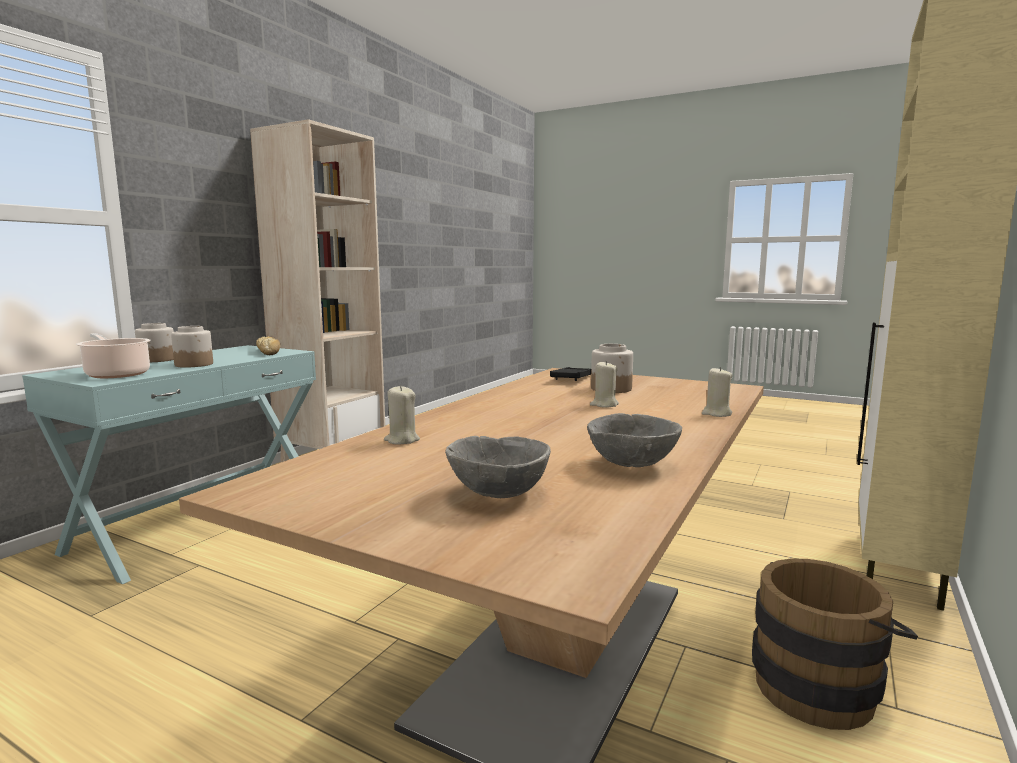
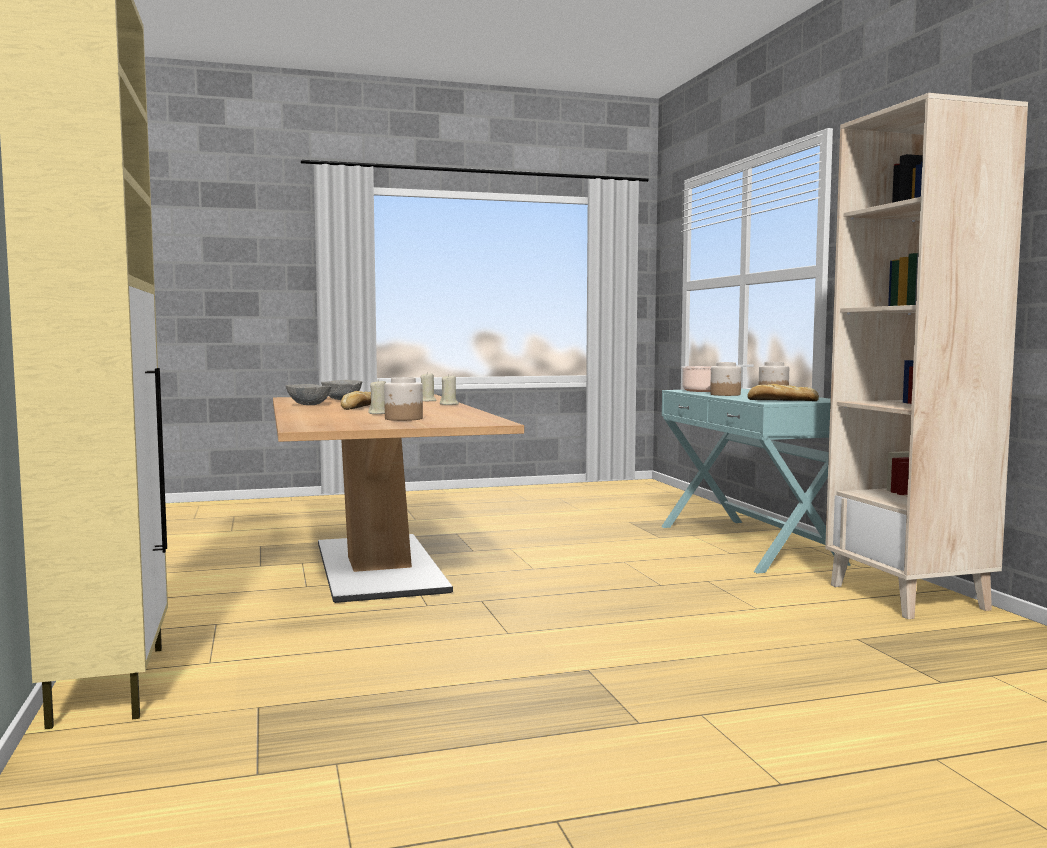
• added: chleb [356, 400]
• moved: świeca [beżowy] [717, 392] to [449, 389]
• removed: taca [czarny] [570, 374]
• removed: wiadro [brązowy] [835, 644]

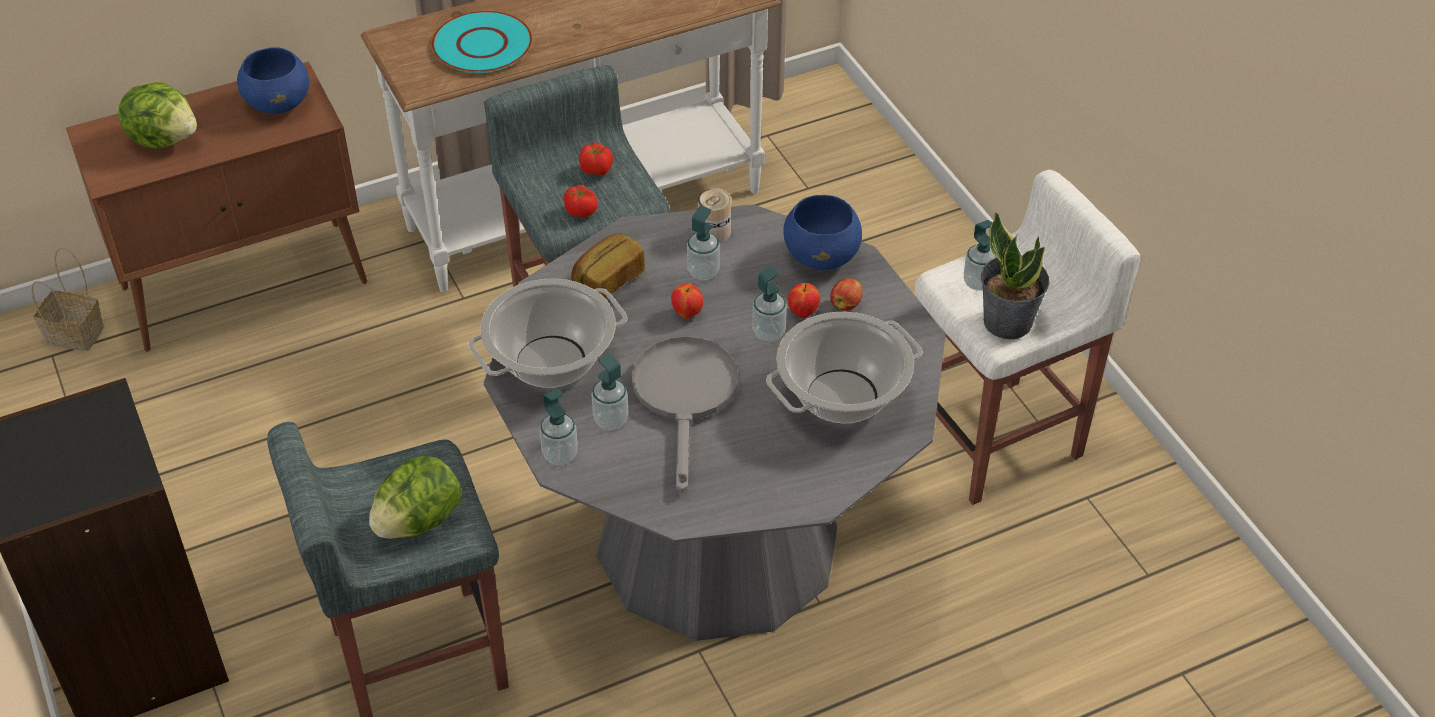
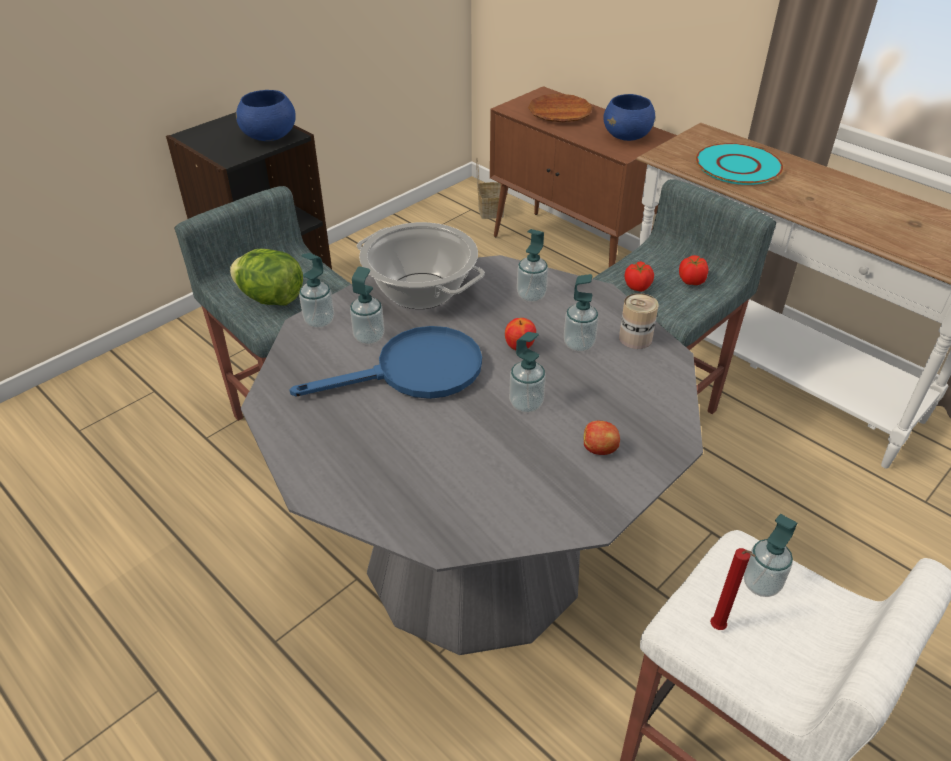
• moved: miska [niebieski] [822, 232] to [266, 115]
• recoloured: patelnia [szary] [685, 414] to patelnia [niebieski] [386, 362]
• replaced: chleb [608, 266] to dozownik mydła [532, 265]
• replaced: sałata [157, 115] to talerz [brązowy] [560, 108]
• replaced: roślina doniczkowa [1015, 275] to świeca [czerwony] [733, 589]
• removed: garnek [844, 367]
• removed: jabłko [803, 300]

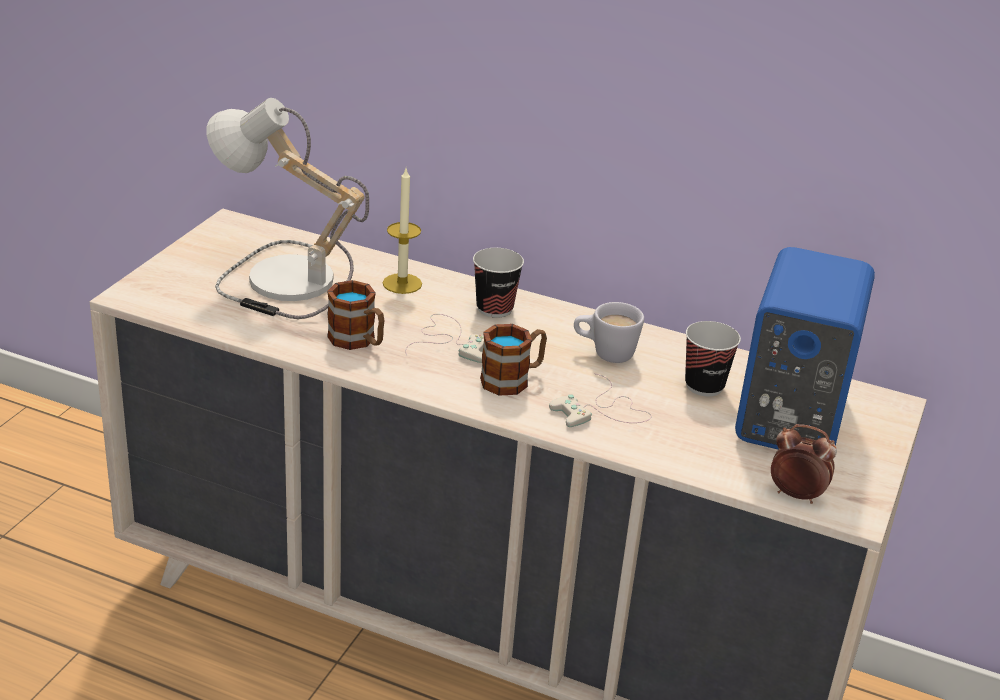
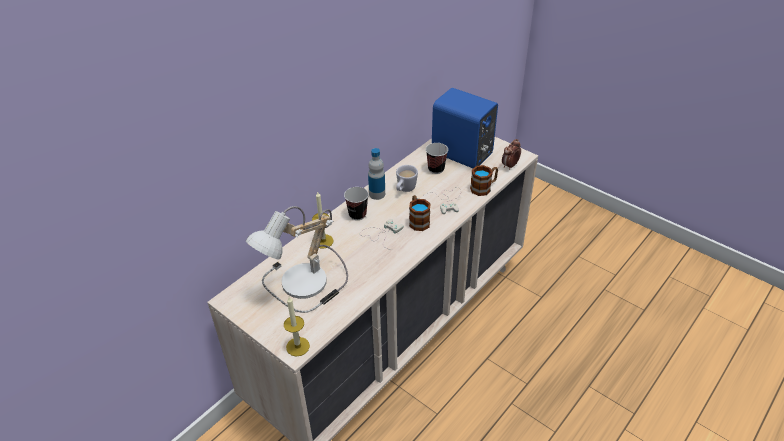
• added: świeca [297, 326]
• added: butelka [376, 174]
• moved: kubek [356, 315] to [484, 180]

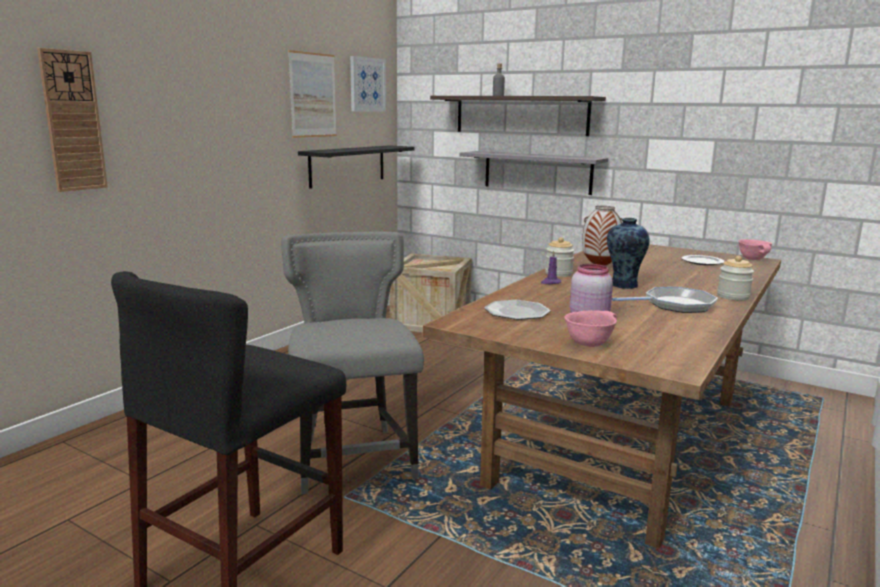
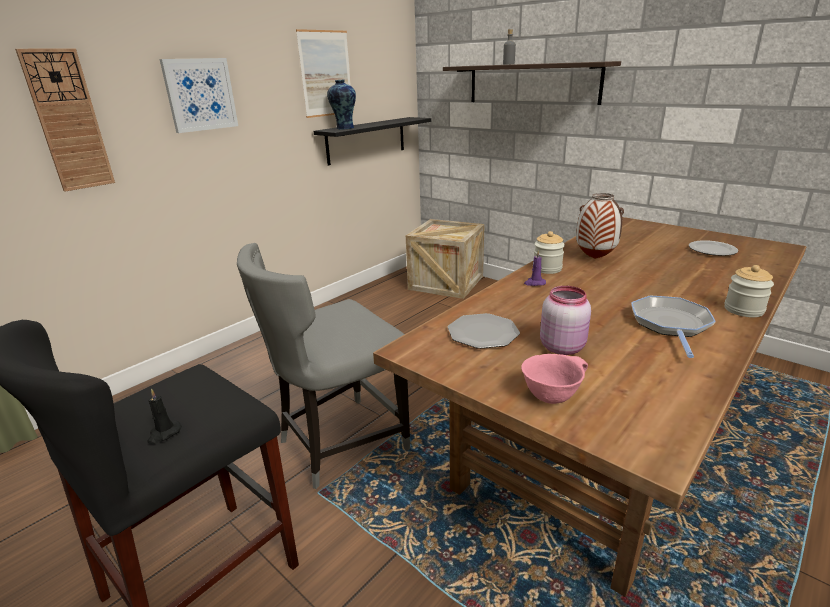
• added: świeca [czarny] [164, 416]
• moved: obraz [368, 84] to [199, 95]
• turned: krzesło [szary] [352, 363] = [323, 366] 120 degrees counterclockwise
• moved: wazon [628, 253] to [341, 104]
• turned: patelnia [665, 300] = [673, 326] 75 degrees counterclockwise
• removed: półka [szary] [533, 173]
• removed: miska [różowy] [755, 249]

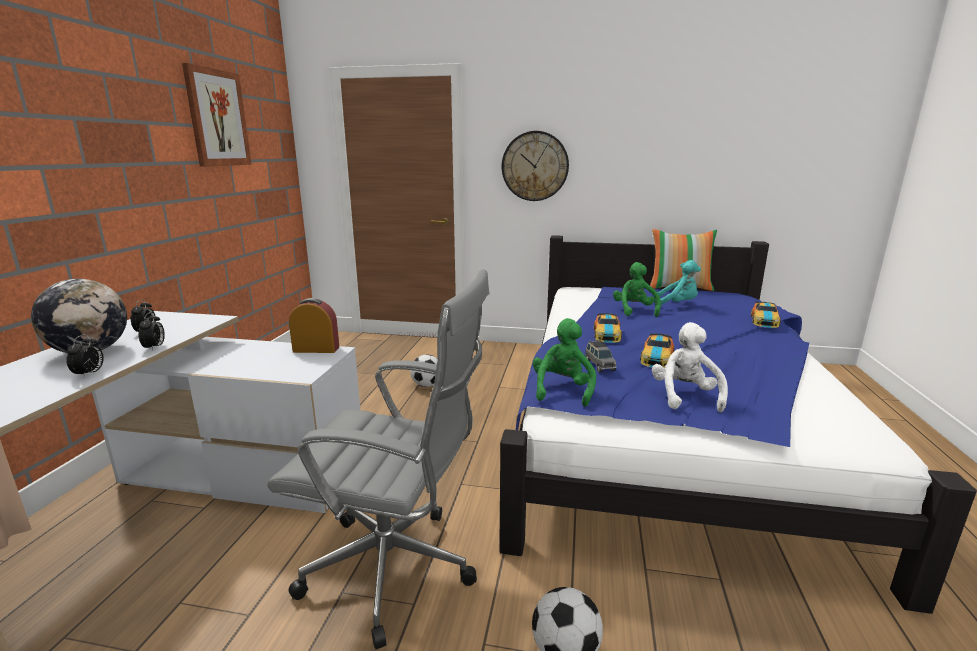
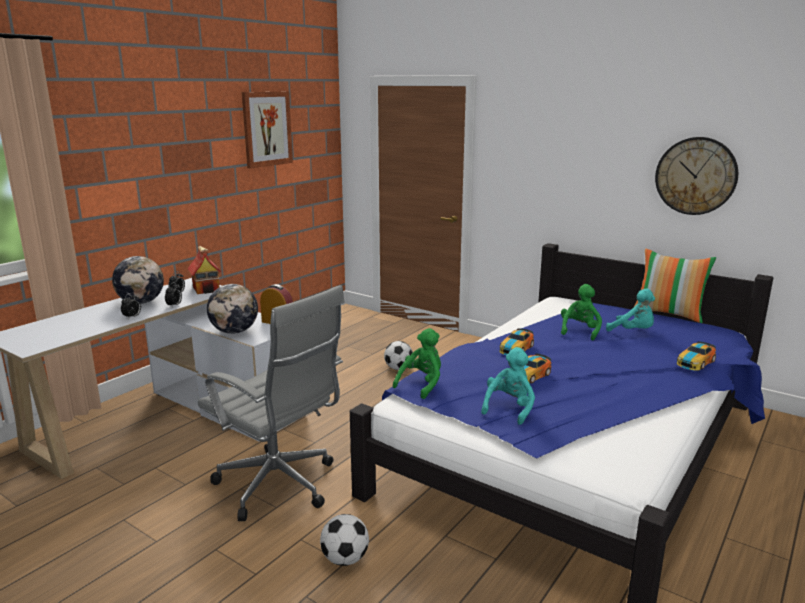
• added: domek [204, 269]
• added: globus [232, 309]
• recoloured: pluszak [biały] [690, 367] to pluszak [turkusowy] [508, 386]
• moved: zegar ścienny [535, 166] to [696, 176]
• removed: samochodzik [szary] [600, 356]

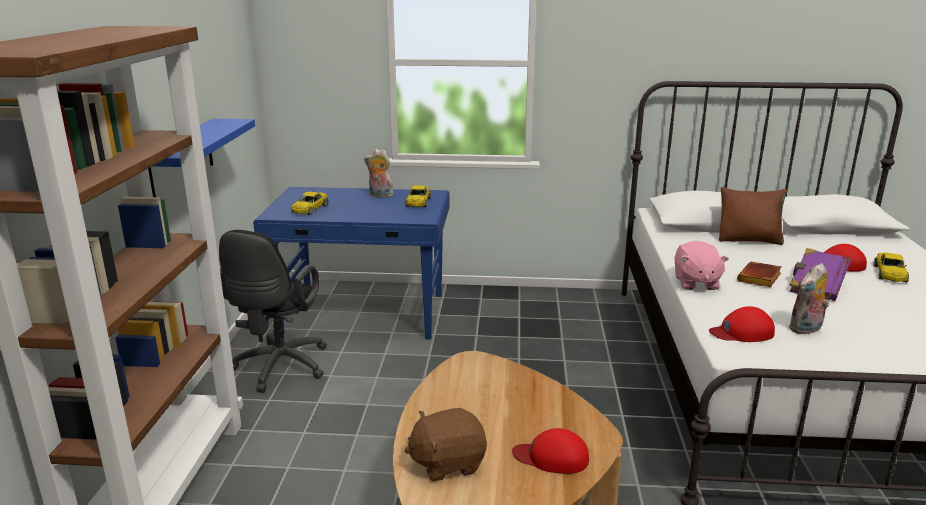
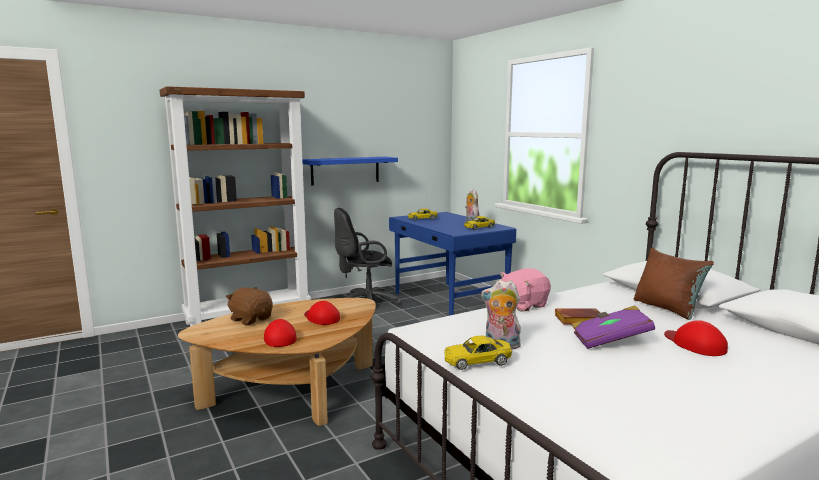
• moved: czapka z daszkiem [czerwony] [742, 324] to [322, 313]
• moved: samochodzik [żółty] [891, 268] to [478, 353]

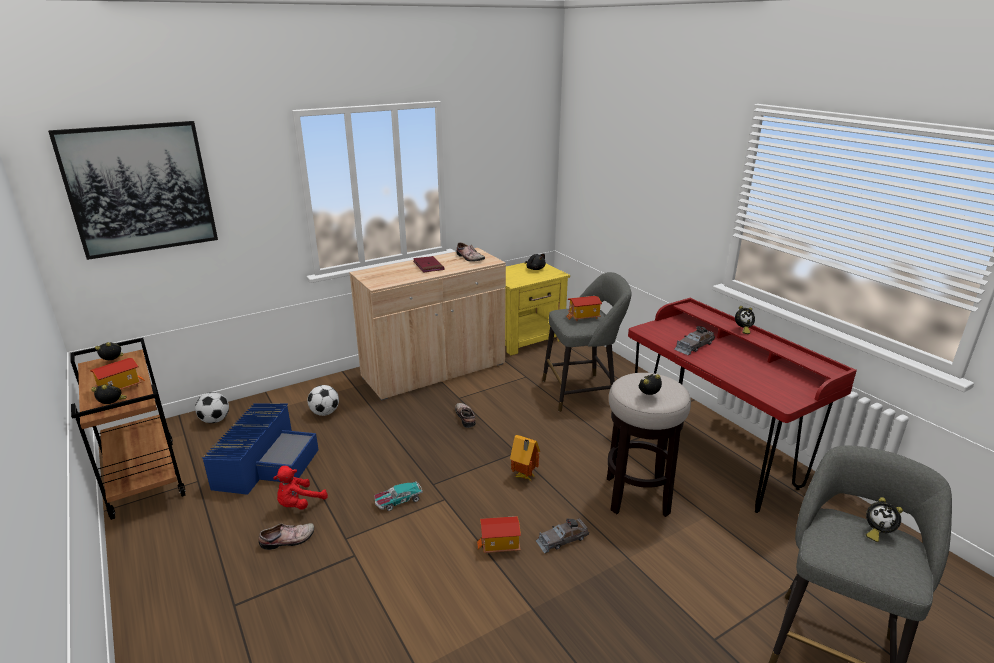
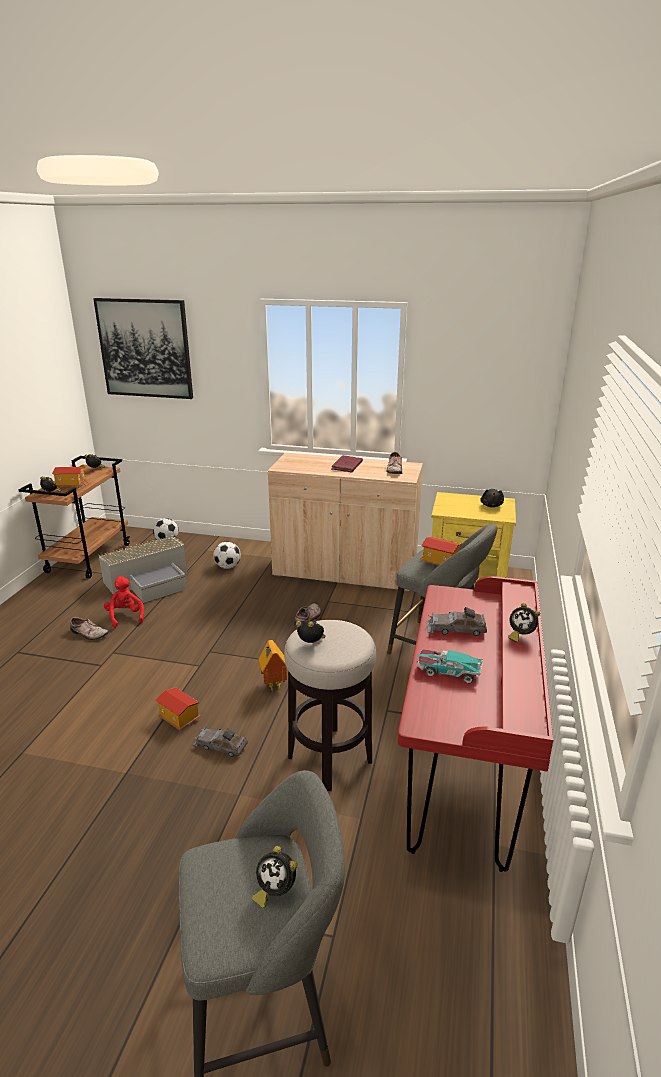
• recoloured: pojemnik do przechowywania [niebieski] [260, 449] to pojemnik do przechowywania [szary] [142, 569]
• turned: pluszak [czerwony] [300, 488] = [124, 602] 75 degrees clockwise
• turned: budzik [884, 519] = [275, 877] 45 degrees counterclockwise
• moved: samochodzik [398, 496] to [450, 666]

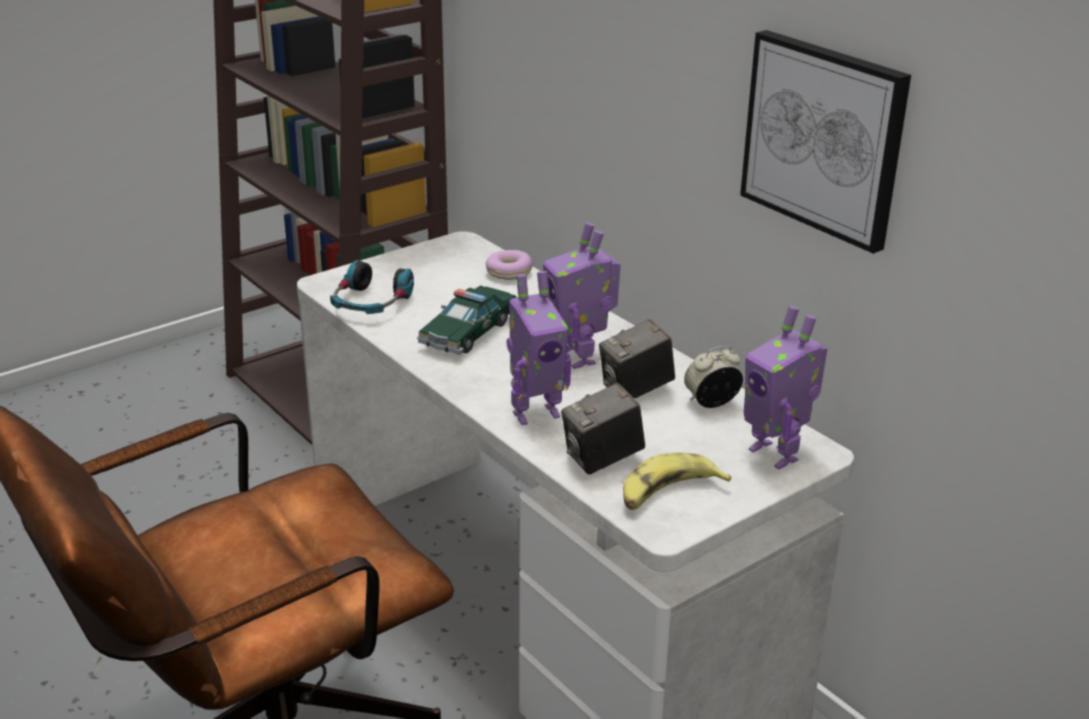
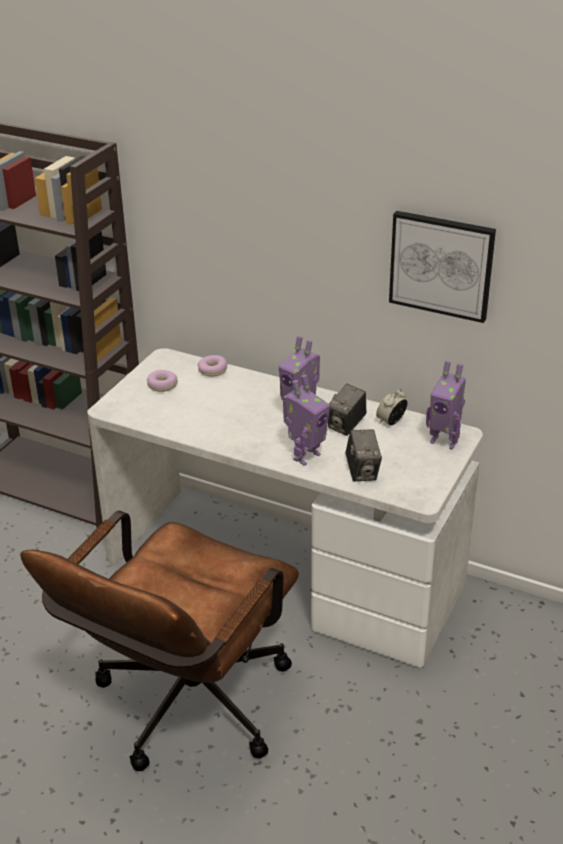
• added: donut [162, 381]
• turned: aparat fotograficzny [603, 429] = [363, 455] 45 degrees counterclockwise
• removed: słuchawki [372, 287]
• removed: samochodzik [467, 320]
• removed: banan [677, 481]

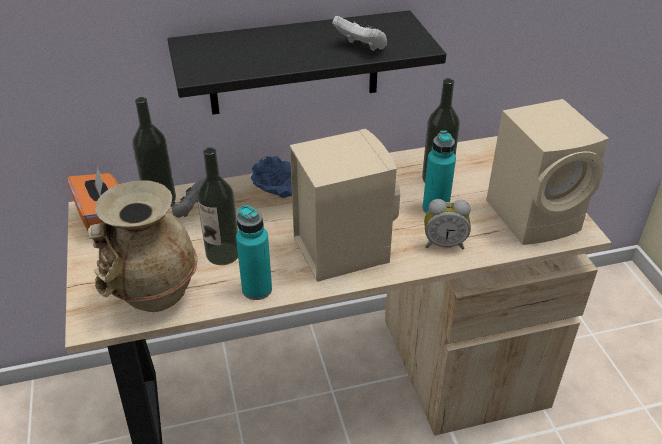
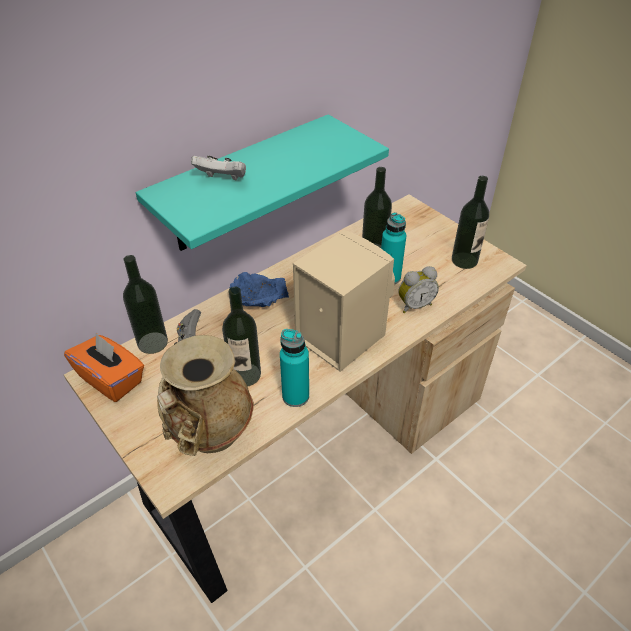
• recoloured: półka [czarny] [306, 62] to półka [turkusowy] [262, 182]
• moved: pad do gier [biały] [359, 33] to [218, 168]
• replaced: głośnik [beżowy] [547, 172] to butelka [470, 222]

